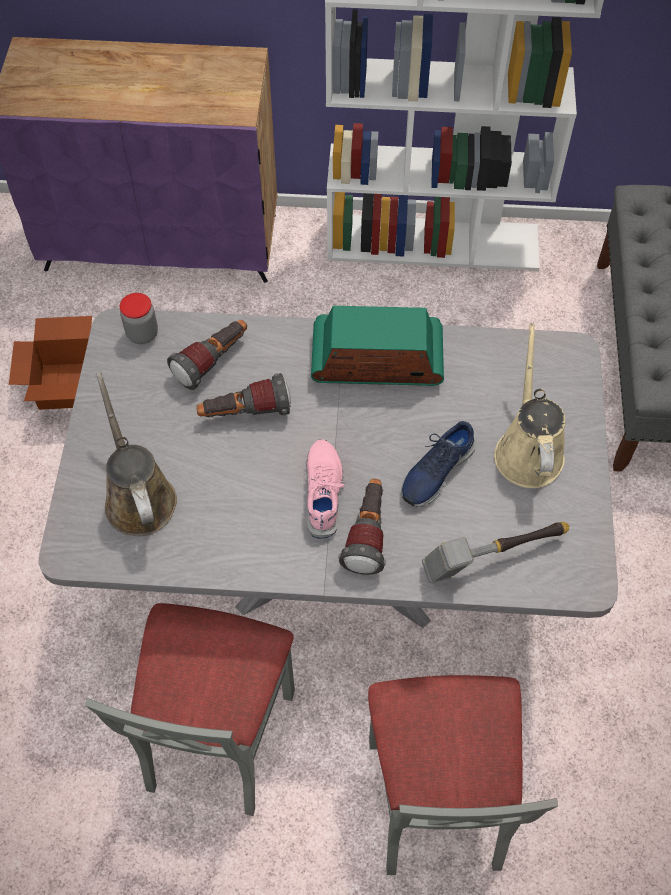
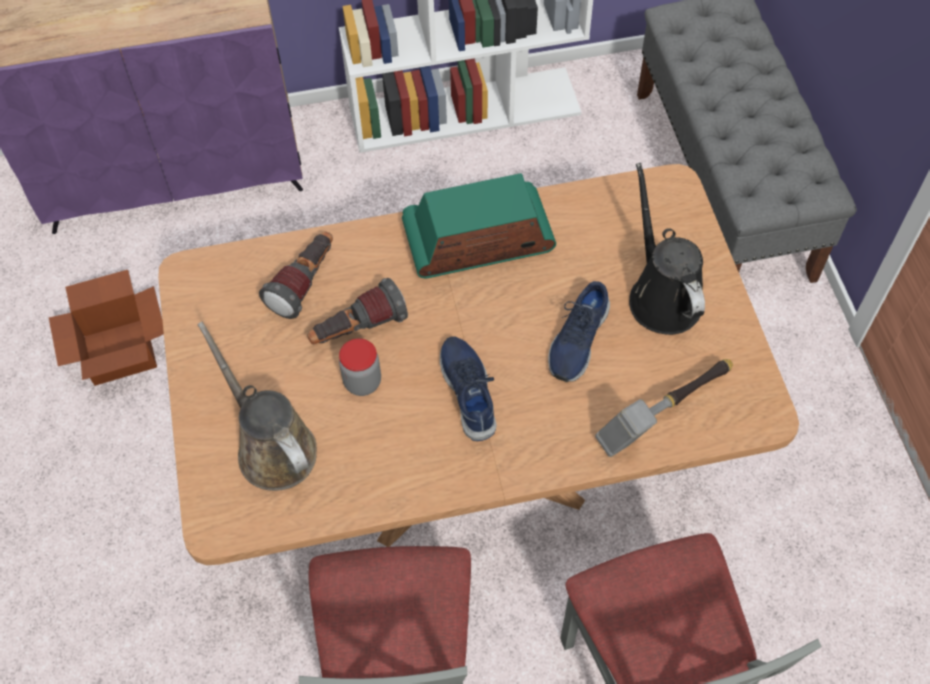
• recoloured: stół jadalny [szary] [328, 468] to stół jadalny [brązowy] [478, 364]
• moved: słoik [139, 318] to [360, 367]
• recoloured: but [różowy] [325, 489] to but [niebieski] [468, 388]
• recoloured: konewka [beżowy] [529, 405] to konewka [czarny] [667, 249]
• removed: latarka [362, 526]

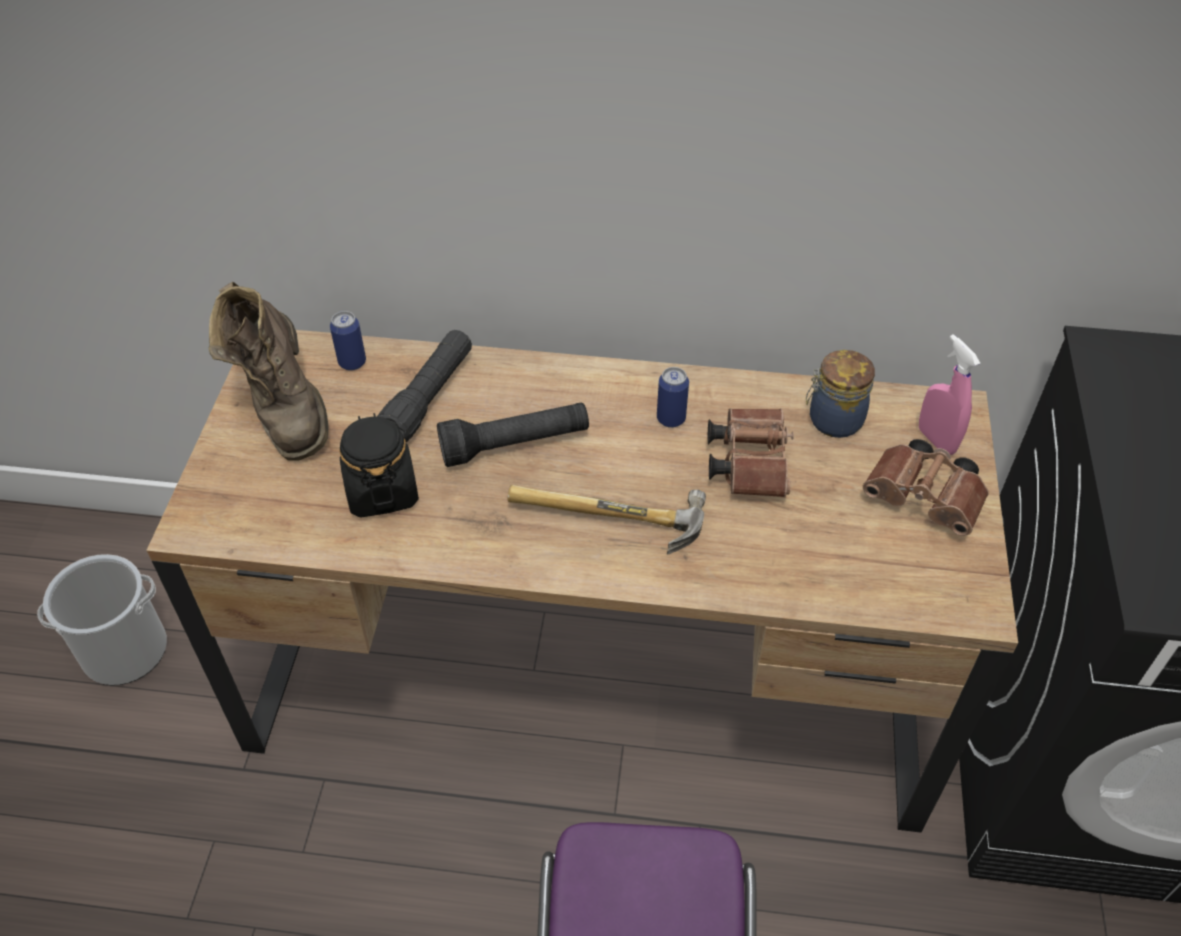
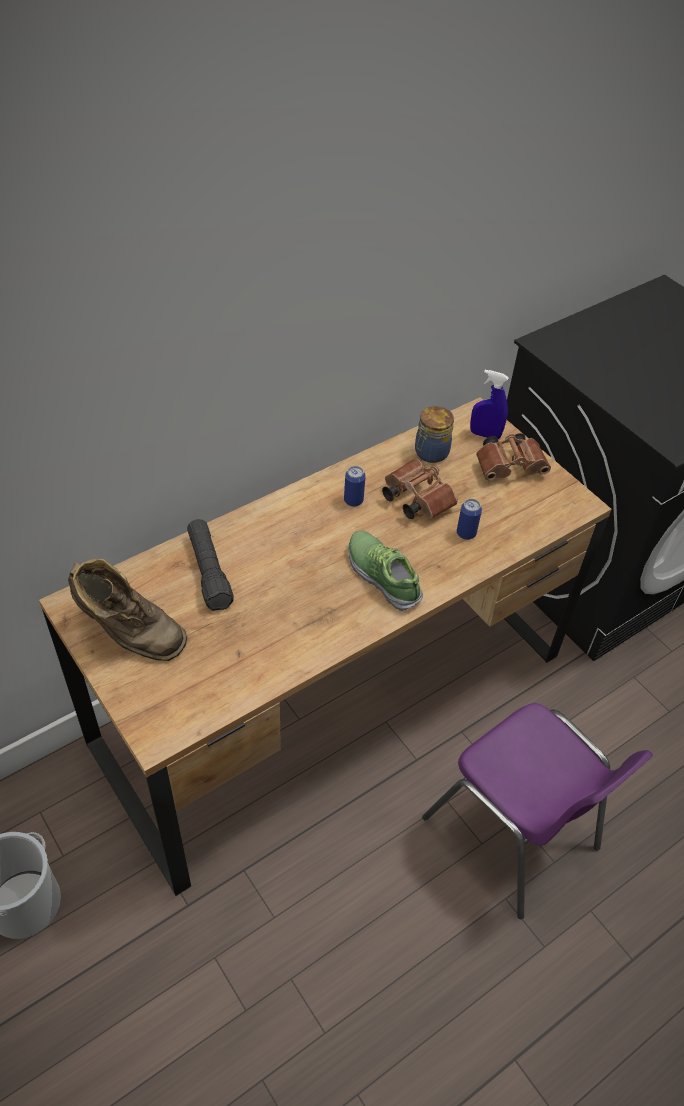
• replaced: młotek [606, 520] to but [385, 570]
• moved: puszka [348, 341] to [469, 519]
• recoloured: spryskiwacz [różowy] [949, 394] to spryskiwacz [niebieski] [489, 404]
• removed: słoik [czarny] [379, 465]
• removed: latarka [czarny] [513, 435]

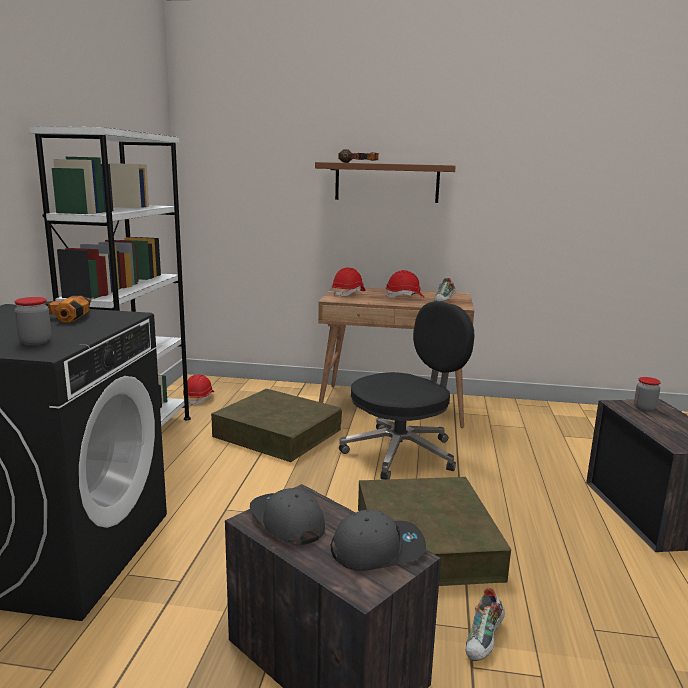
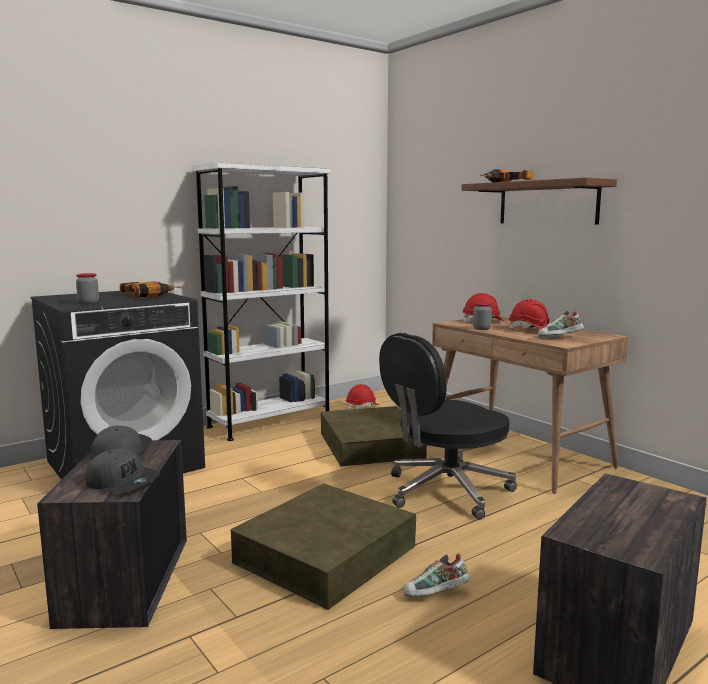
• turned: krzesło biurowe [czarny] [407, 390] = [448, 426] 135 degrees clockwise
• moved: but [485, 624] to [437, 574]
• moved: słoik [647, 394] to [482, 316]

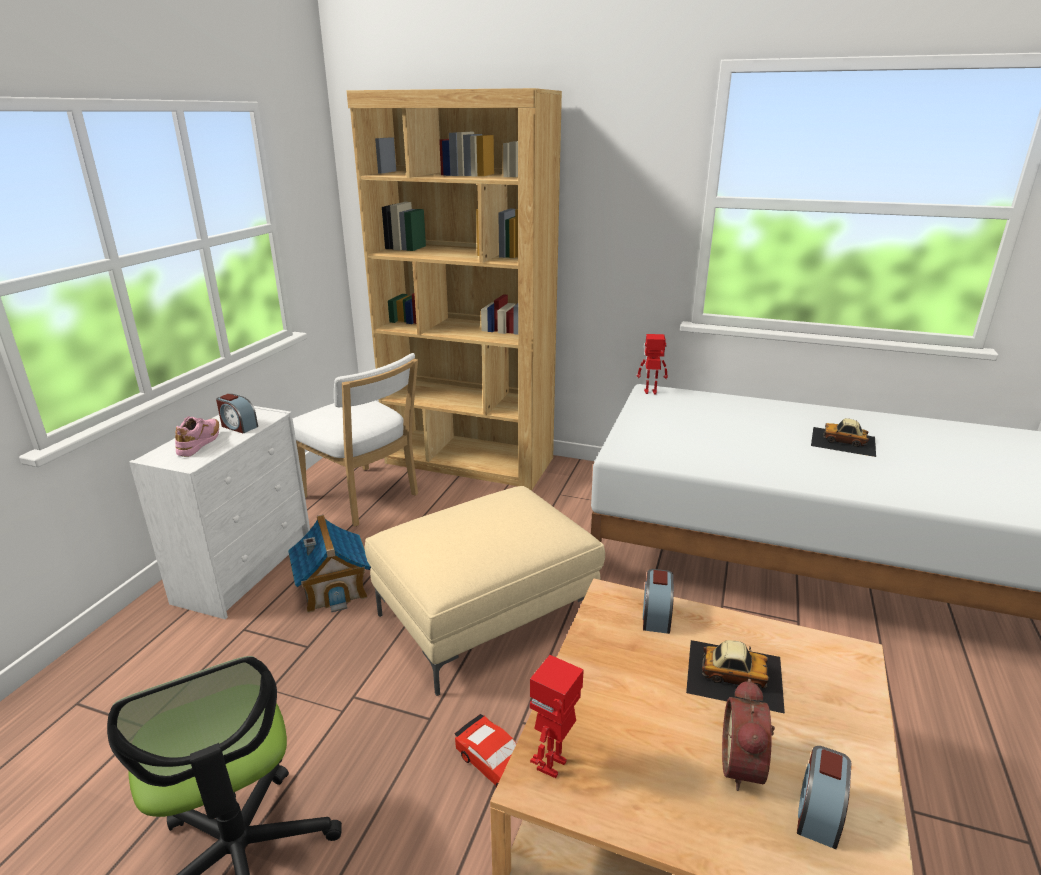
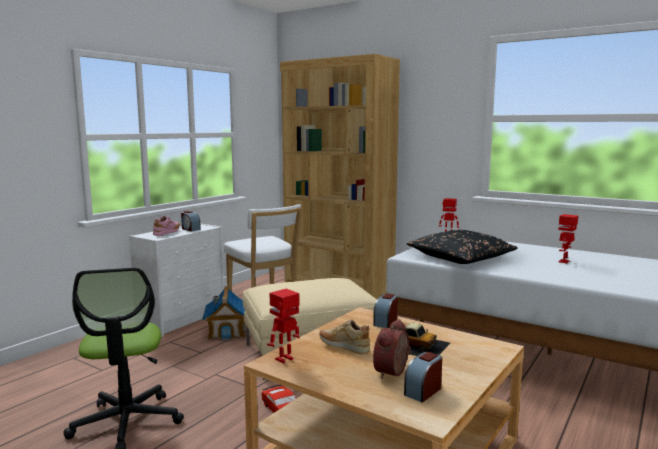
• added: but [beżowy] [344, 336]
• added: poduszka [czarny] [462, 247]
• replaced: samochodzik [843, 437] to robot zabawkowy [568, 238]

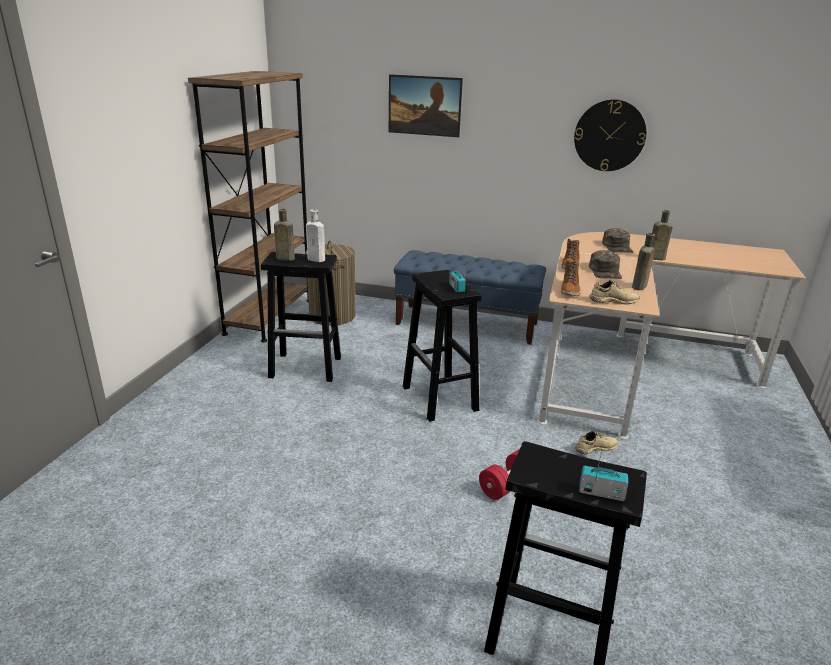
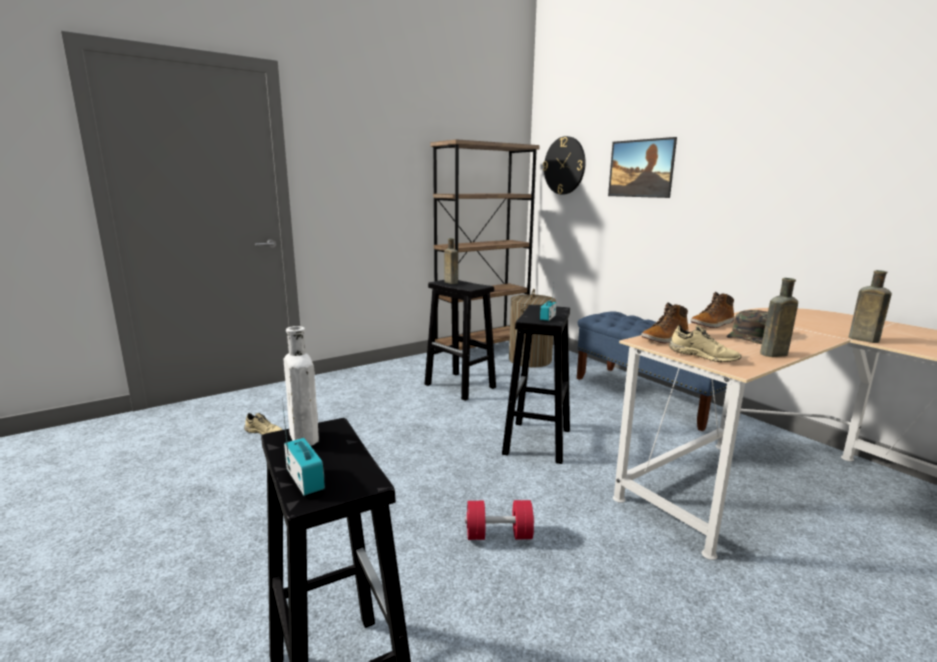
• moved: but [beżowy] [597, 442] to [263, 424]
• moved: butelka [biały] [315, 235] to [301, 386]
• moved: zegar ścienny [610, 135] to [564, 165]
• removed: czapka z daszkiem [zielony] [617, 240]

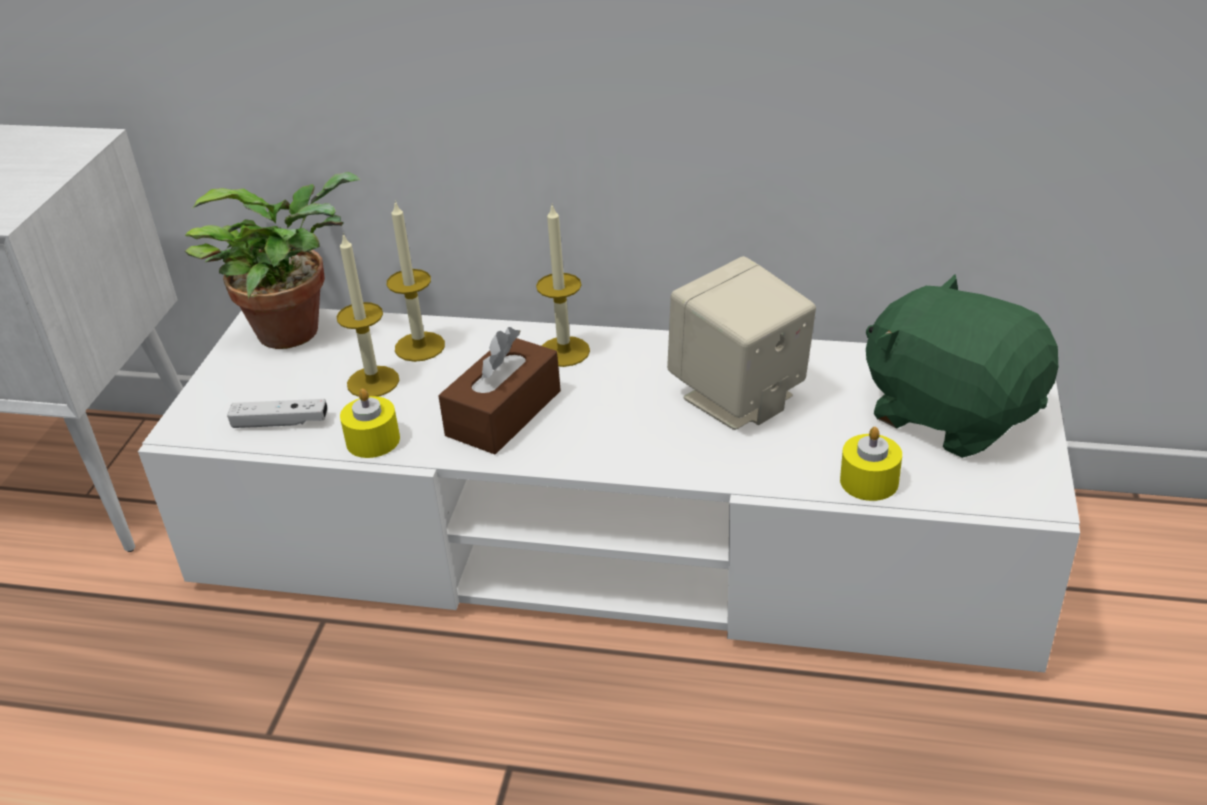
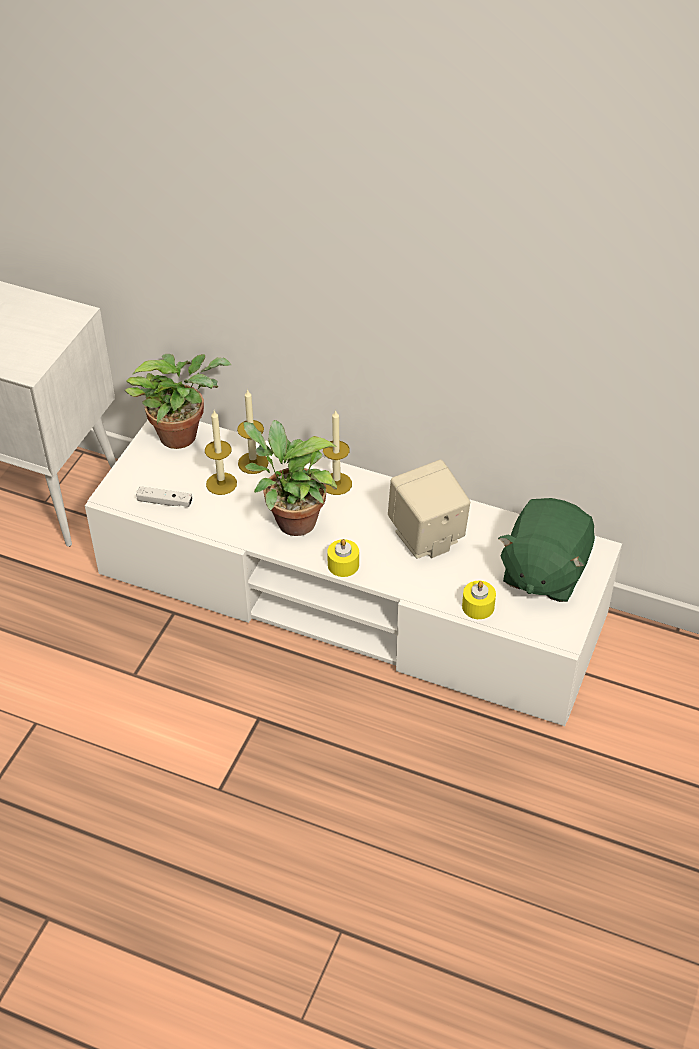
• replaced: pudełko chusteczek [brązowy] [499, 390] to roślina doniczkowa [290, 478]
• moved: świeca [żółty] [370, 423] to [343, 558]
• turned: pluszak [zielony] [962, 366] = [546, 550] 120 degrees counterclockwise

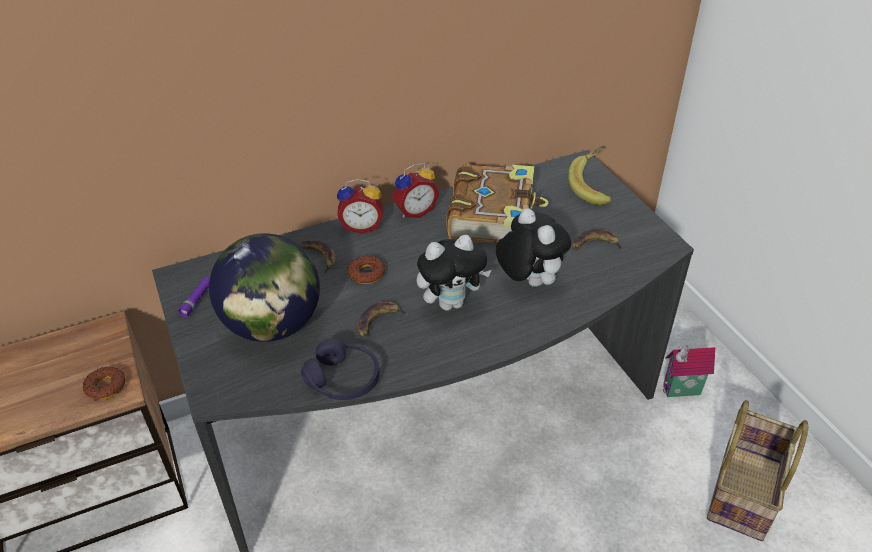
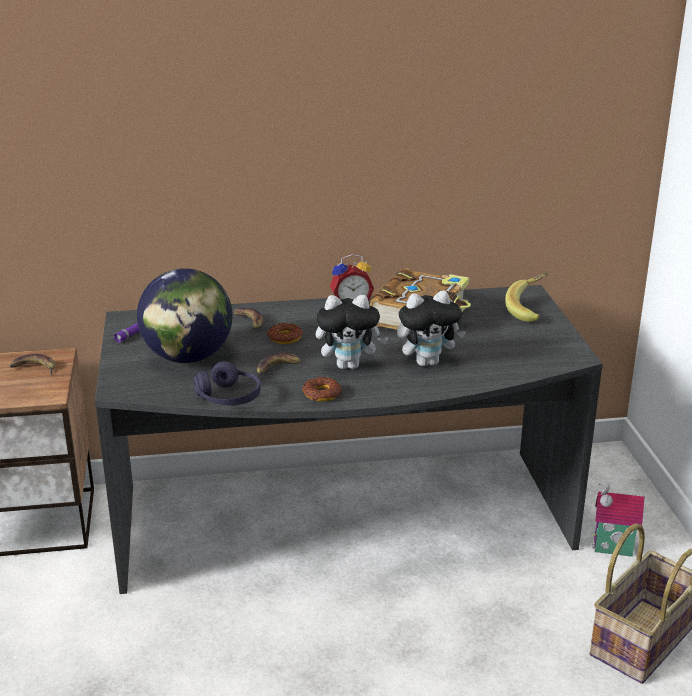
• moved: banan [598, 240] to [32, 364]
• moved: donut [104, 383] to [322, 389]
• turned: pluszak [533, 247] = [431, 328] 90 degrees clockwise
• removed: budzik [360, 206]

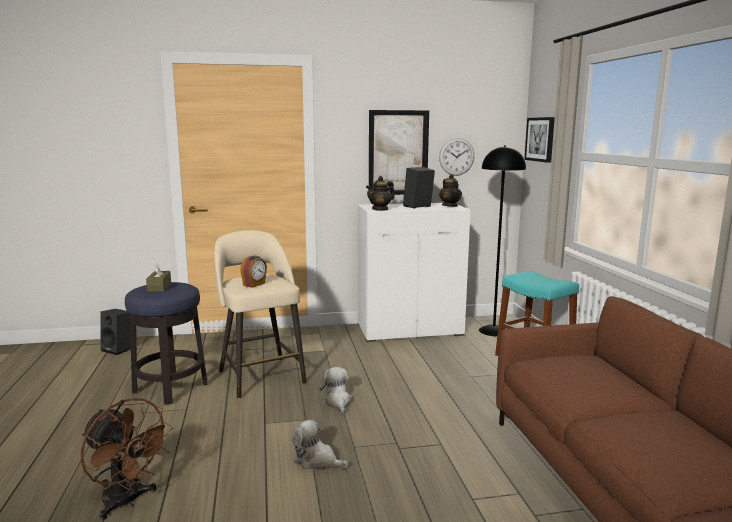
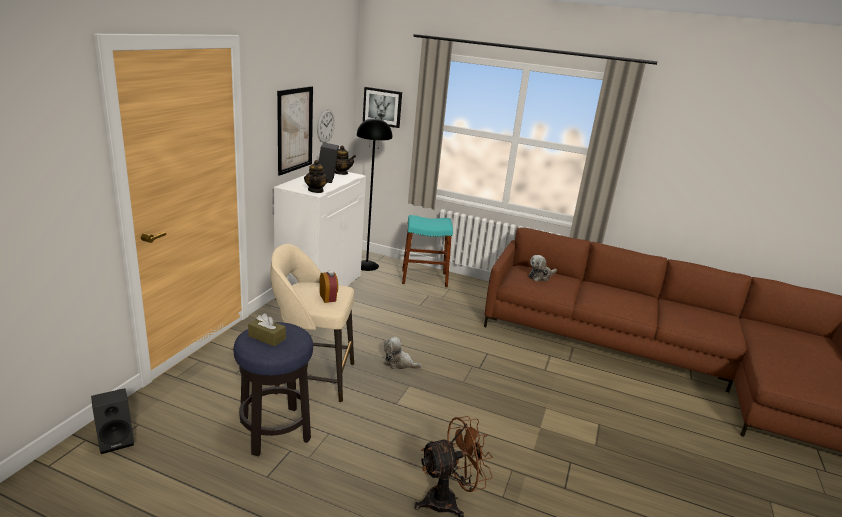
• moved: pluszak [320, 445] to [542, 268]

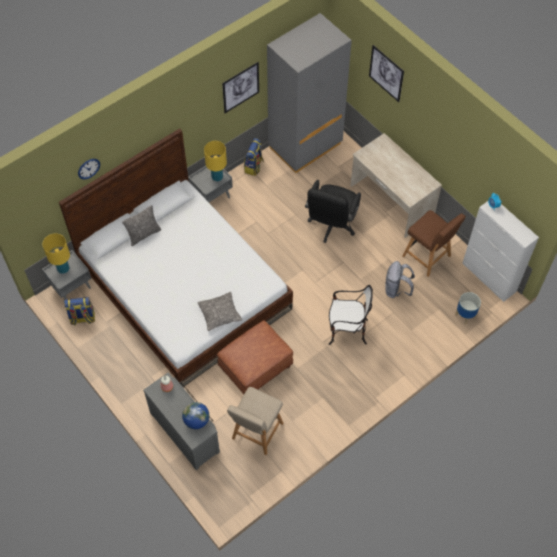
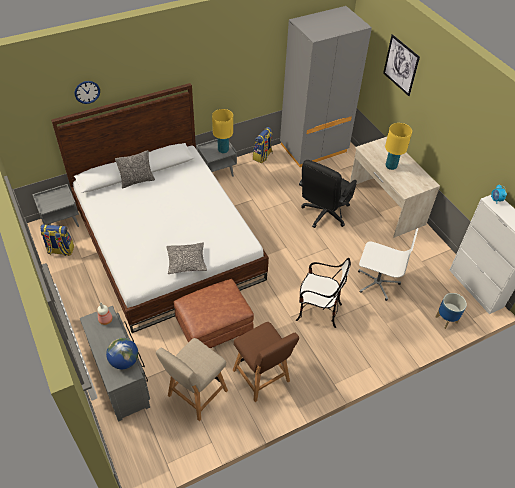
• moved: krzesło [brązowy] [434, 243] to [266, 362]
• replaced: plecak [szary] [400, 279] to krzesło biurowe [biały] [388, 264]
• moved: lampa stołowa [żółty] [56, 254] to [398, 146]
• removed: obraz [240, 87]

